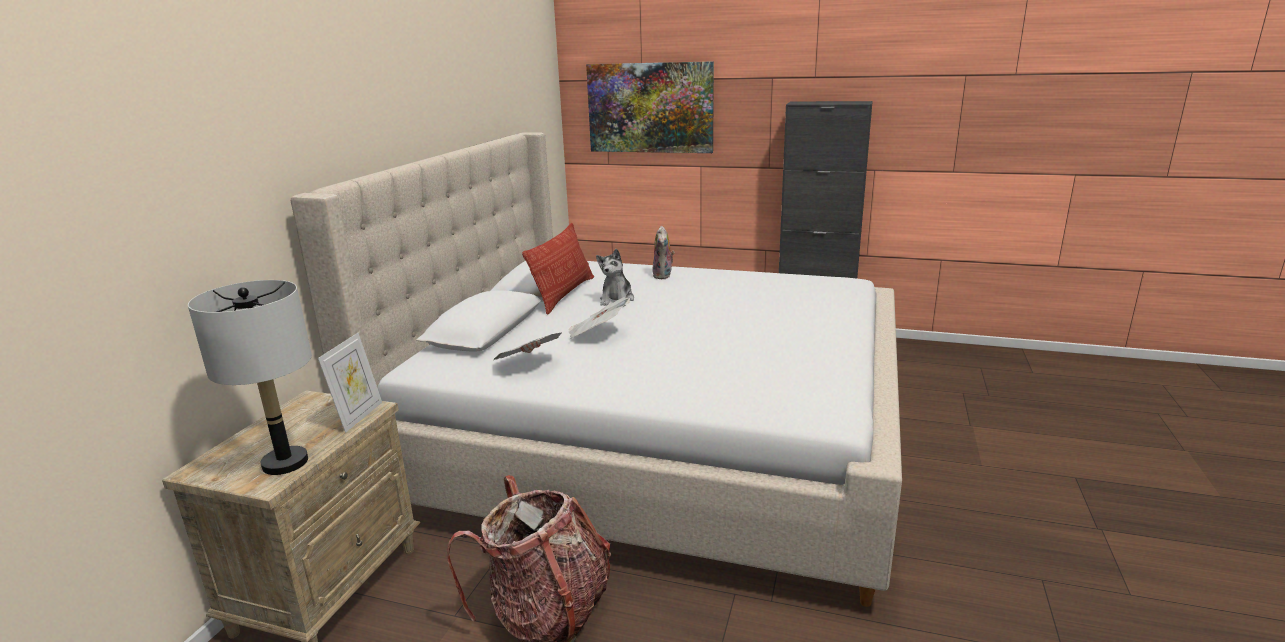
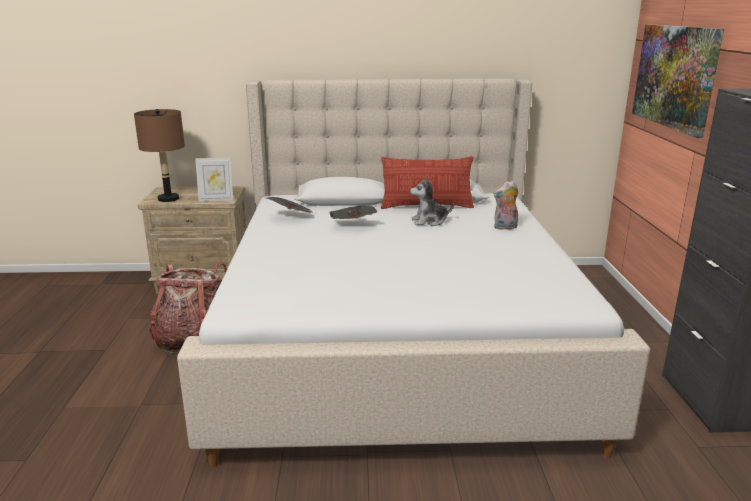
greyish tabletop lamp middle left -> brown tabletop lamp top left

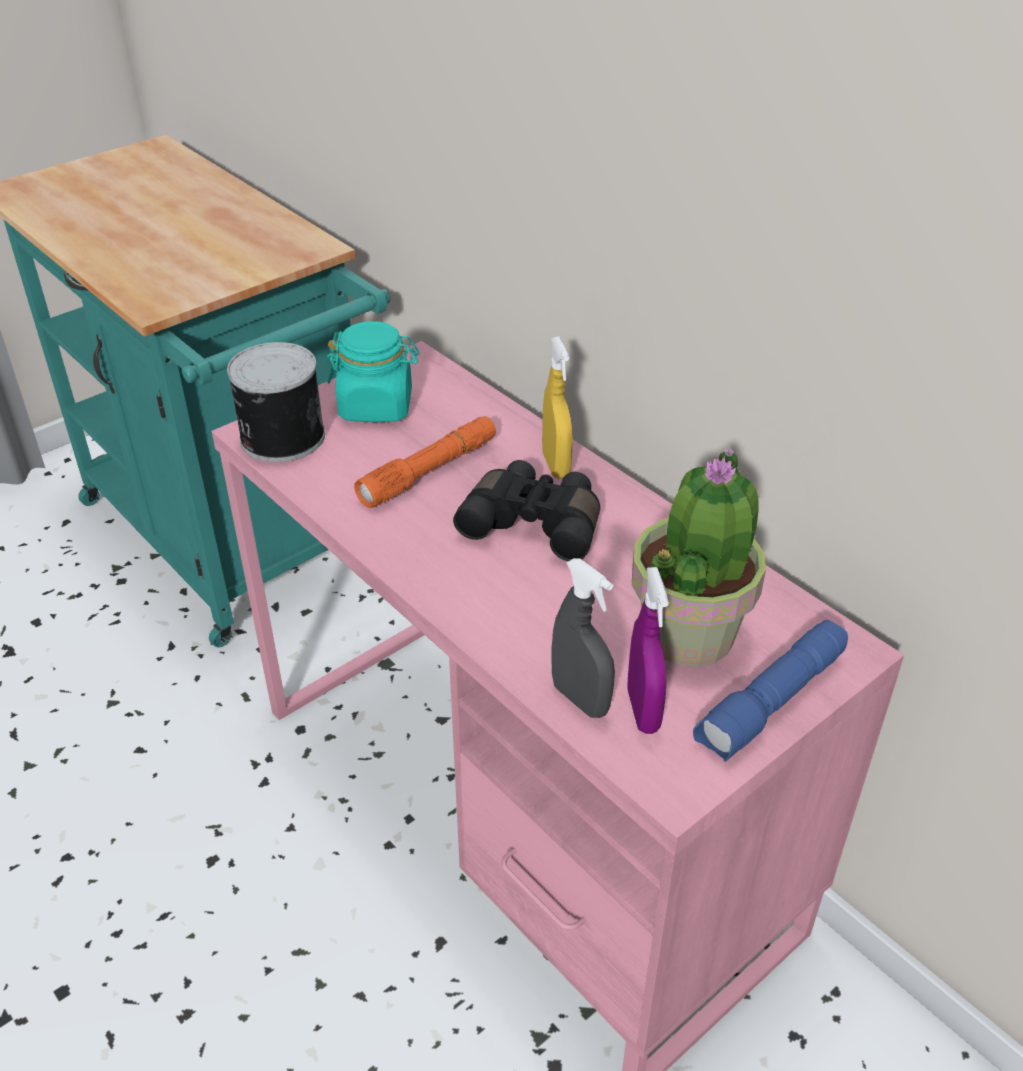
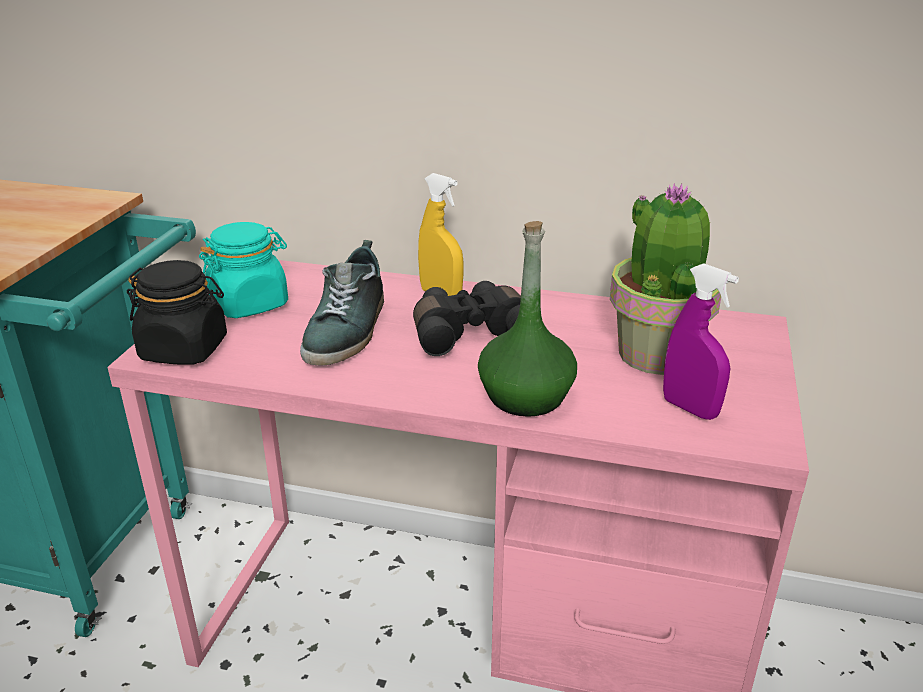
metal can middle left -> blackish storage jar middle left
orange-coloured hand torch centre -> shoe centre
none -> green bottle centre
greyish spray bottle centre -> none
blue-coloured hand torch middle right -> none

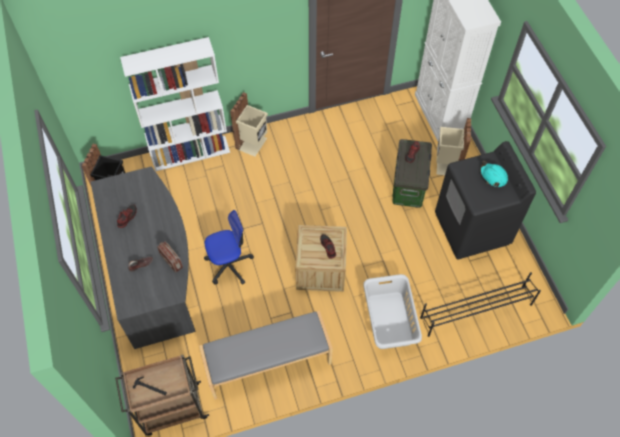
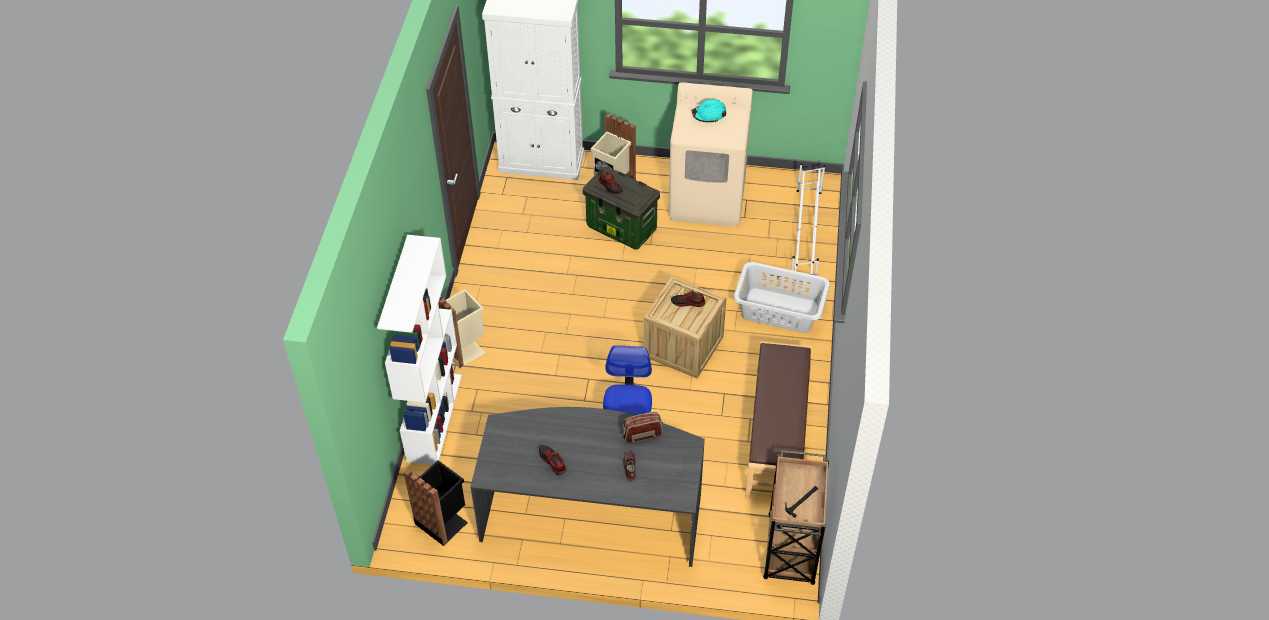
blackish laundry appliance middle right -> beige laundry appliance top centre
greyish long seat bottom centre -> brown long seat bottom centre
blackish shoe rack bottom right -> whitish shoe rack centre

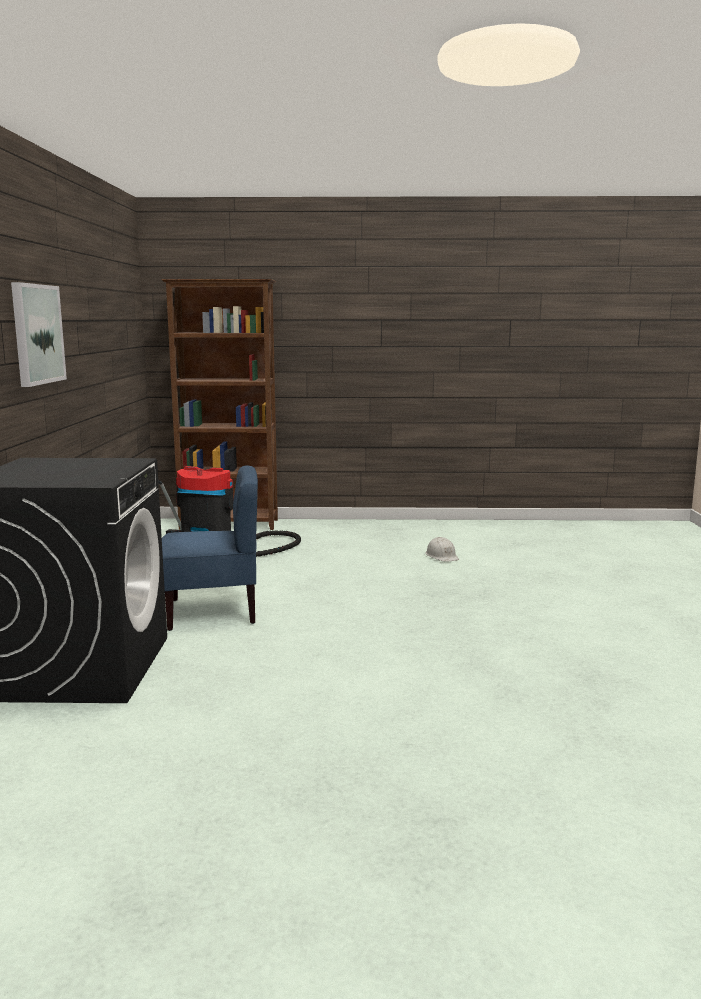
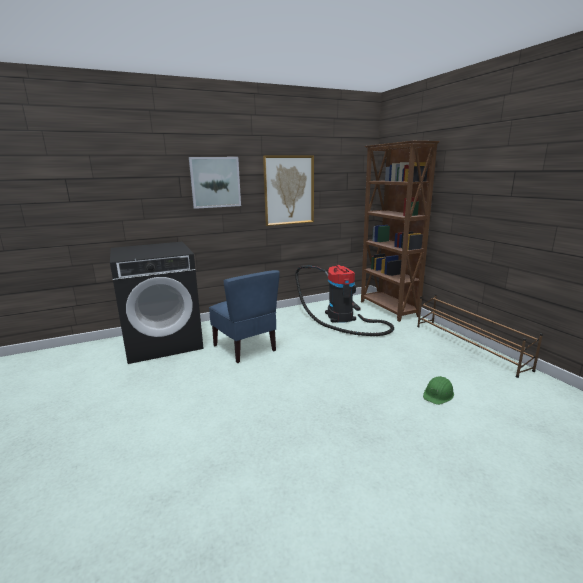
none -> picture (no. 2 from left) top centre
none -> brown shoe rack middle right
whitish hard hat centre -> green hard hat bottom right

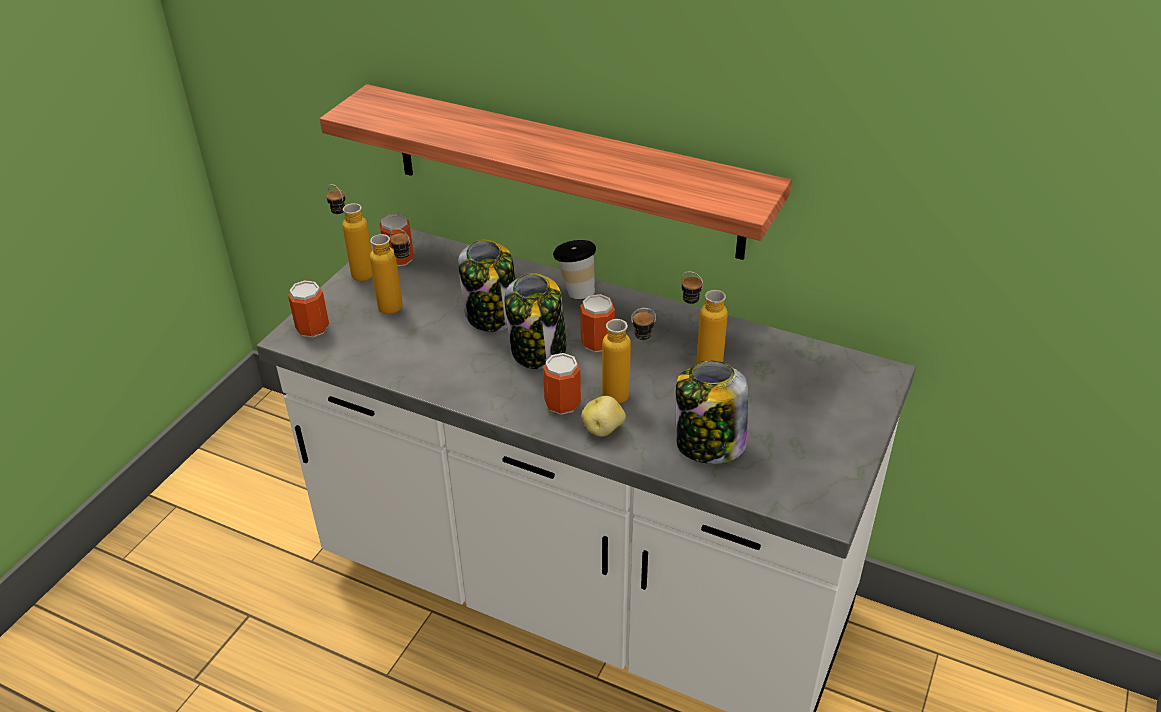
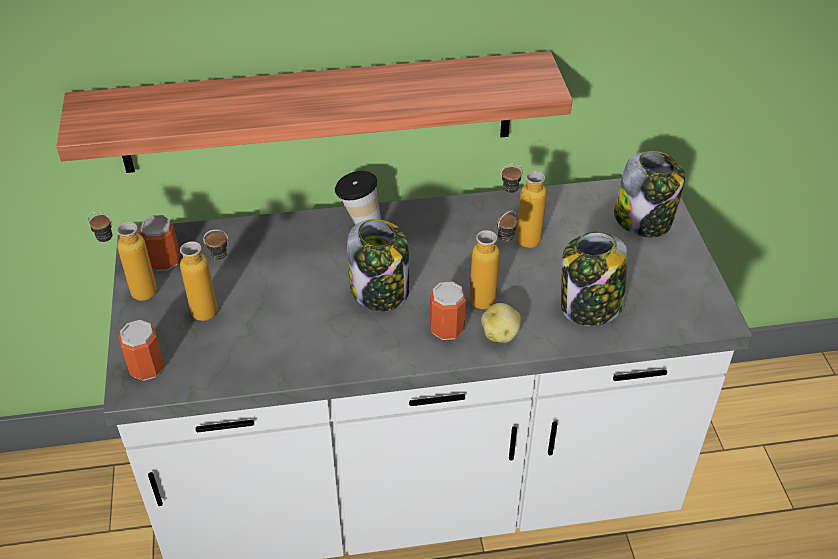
storage jar (no. 1 from left in the first image) centre -> storage jar (no. 3 from left) middle right, shifted
metal can (no. 4 from left) centre -> none

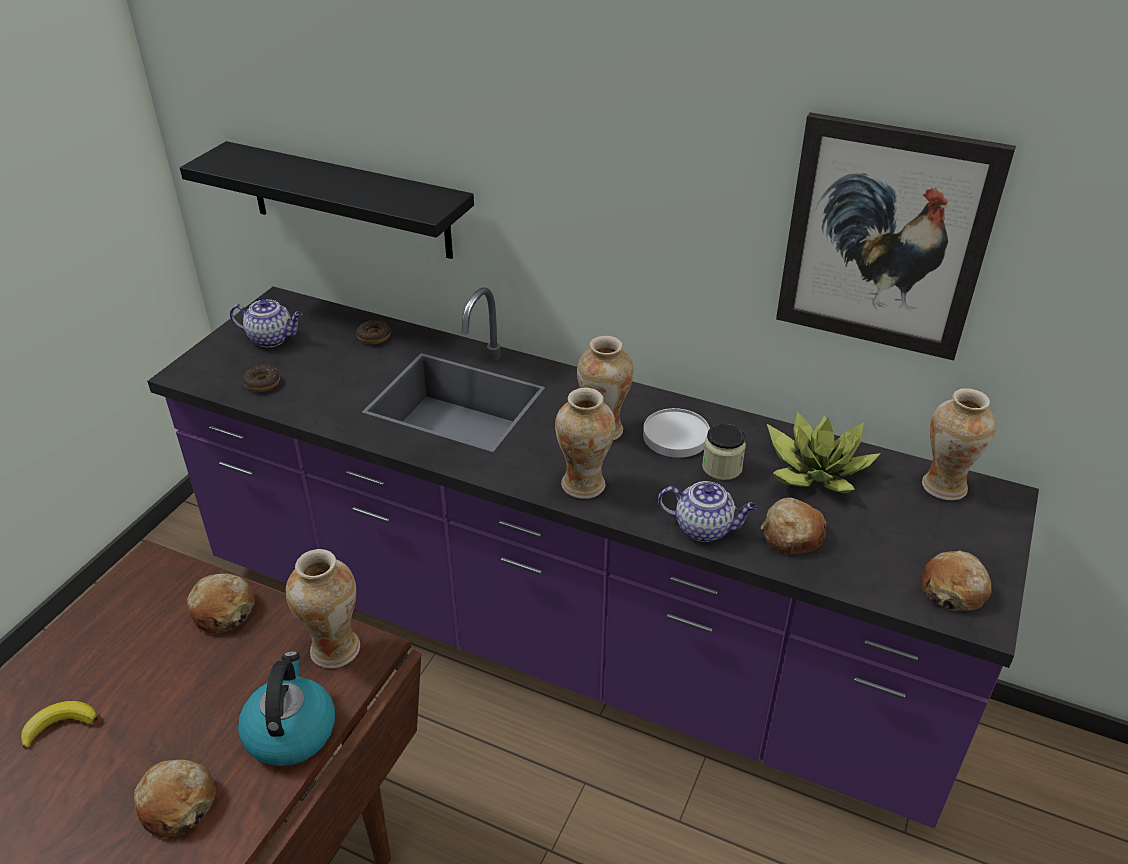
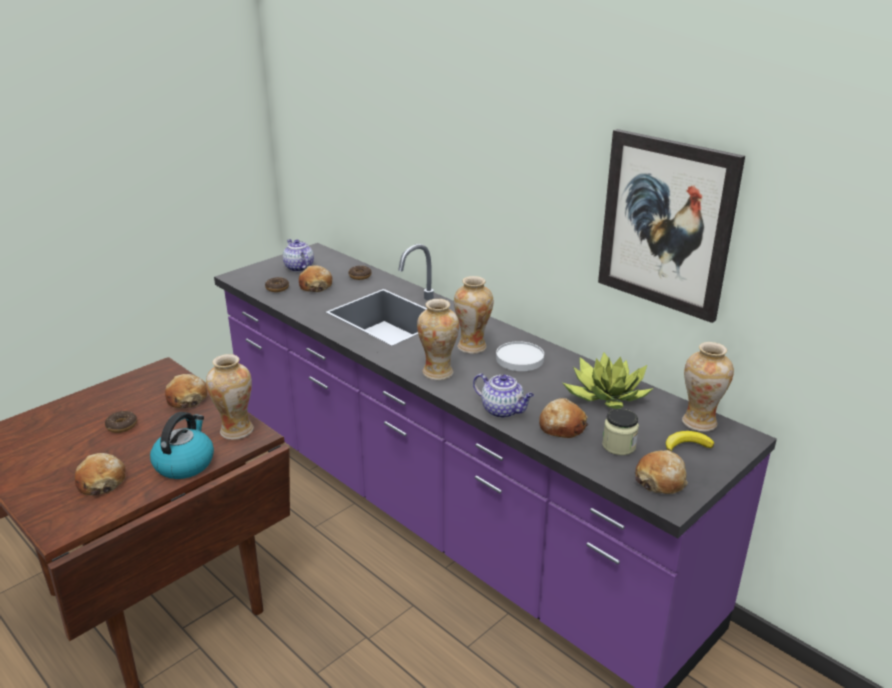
none -> ring doughnut (no. 1 from left) middle left
pot for tea (no. 1 from left) middle left -> pot for tea (no. 1 from left) centre, 150 degrees counterclockwise
none -> bread (no. 3 from left) centre
storage jar centre -> storage jar middle right, shifted
banana fruit bottom left -> banana fruit middle right, shifted
blackish shelf top left -> none

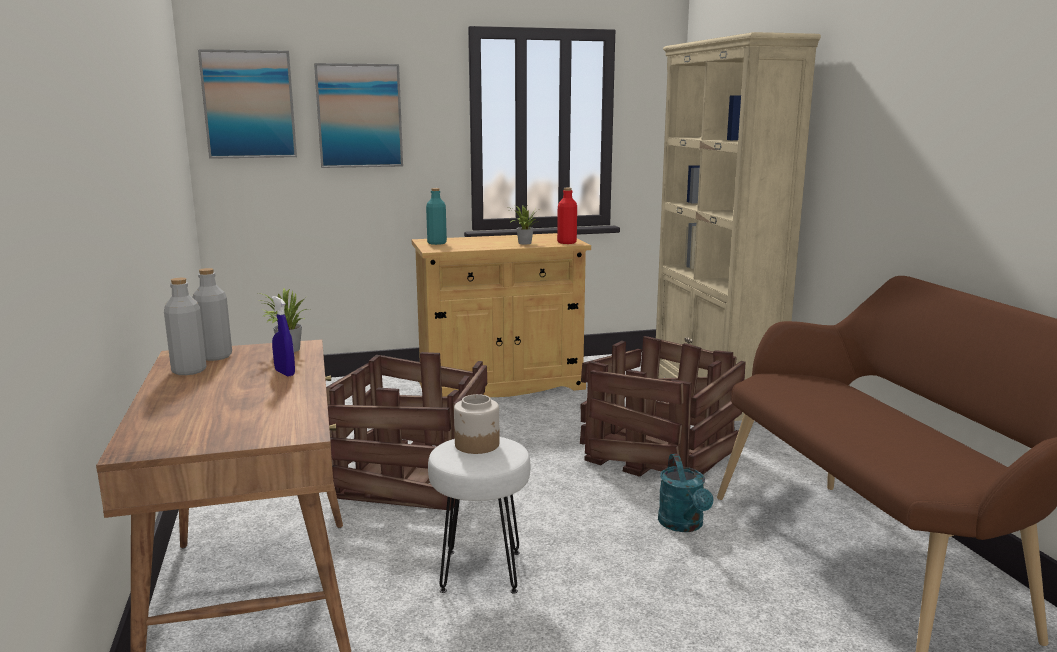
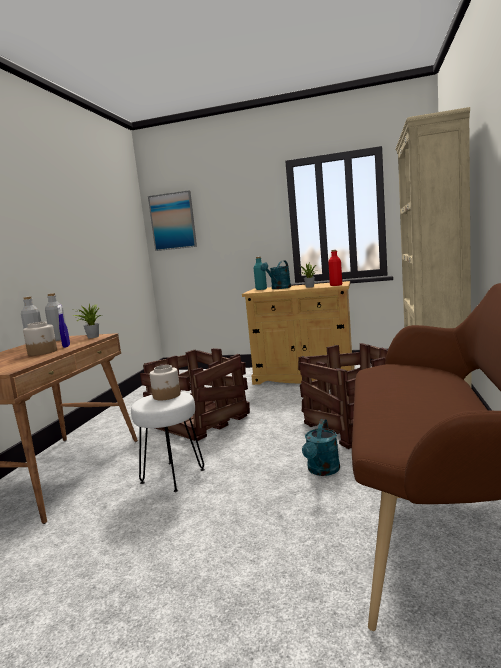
none -> storage jar (no. 1 from left) middle left
none -> turquoise sprinkling can (no. 1 from left) centre
picture (no. 2 from left) top centre -> none

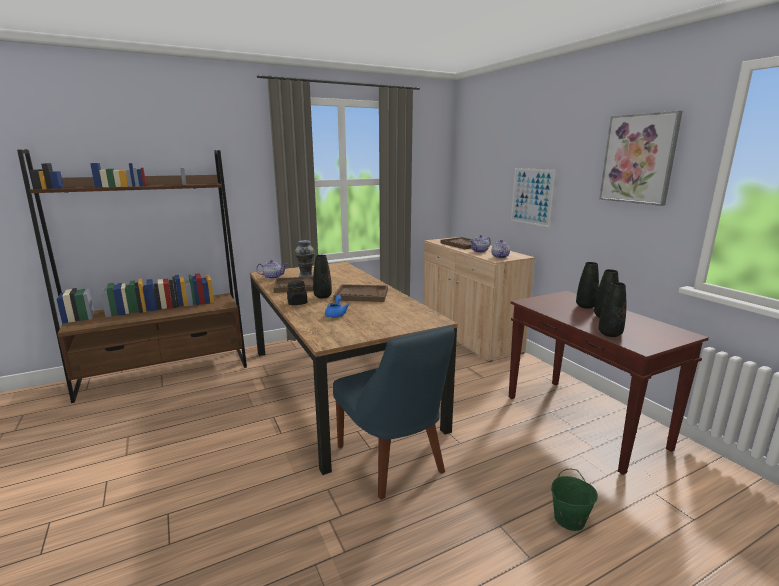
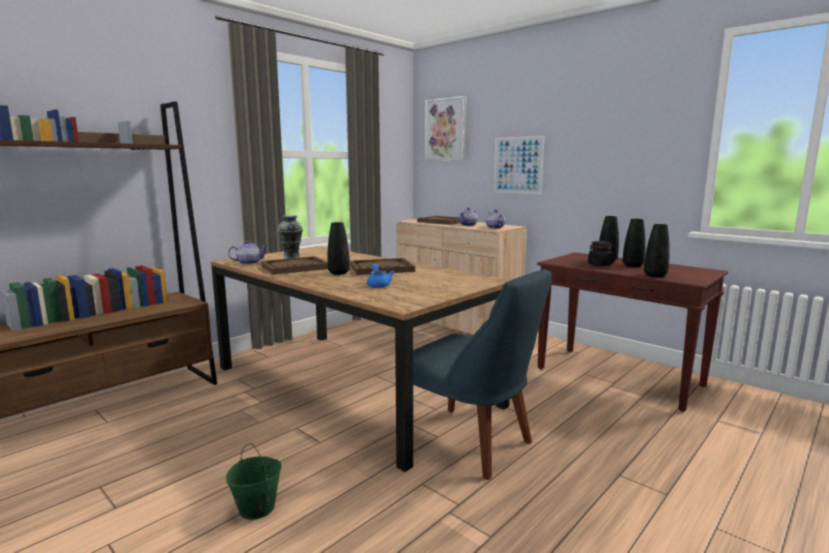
green water bucket bottom right -> green water bucket bottom left, shifted
picture (no. 2 from left in the first image) top right -> picture (no. 1 from left) top centre, shifted
blackish storage jar centre -> blackish storage jar middle right, shifted

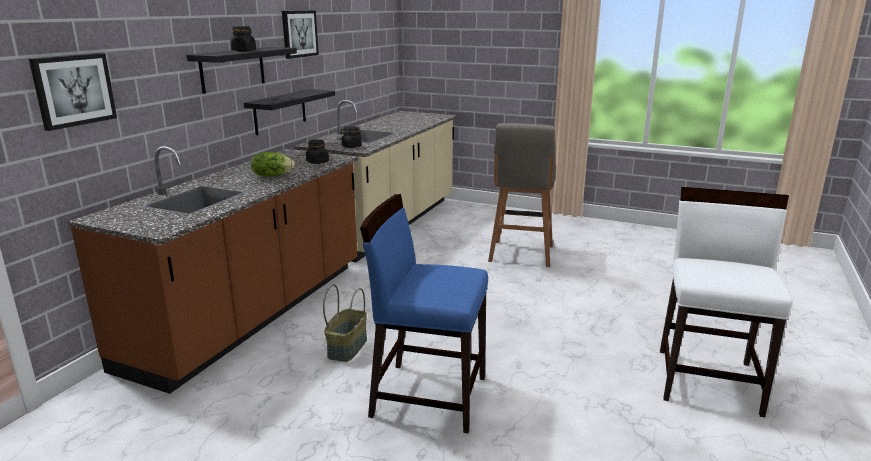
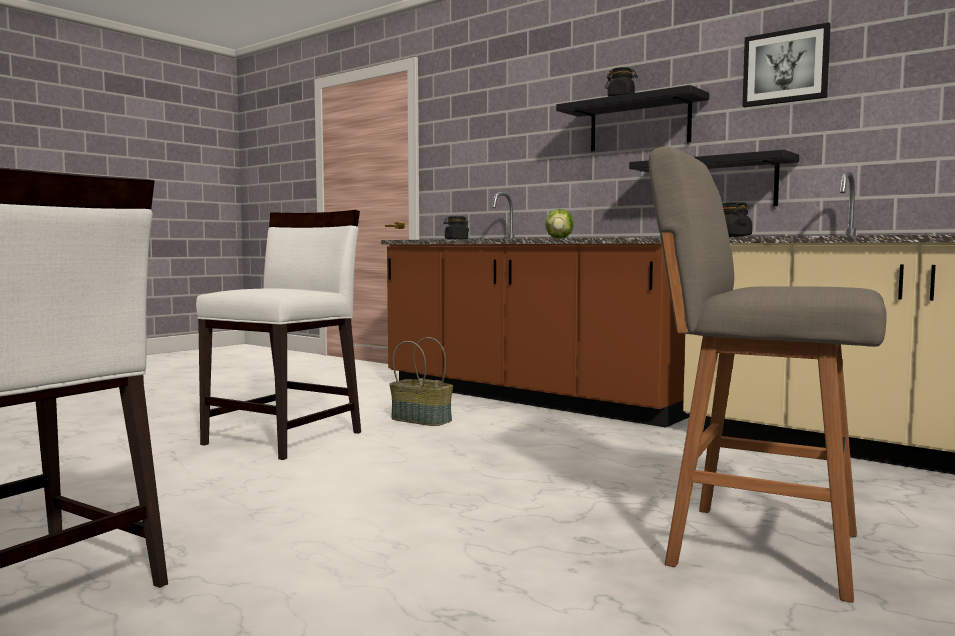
blue-coloured chair bottom centre -> whitish chair (no. 2 from left) middle left
blackish storage jar (no. 2 from left in the first image) top centre -> blackish storage jar (no. 1 from left) centre, shifted
picture (no. 1 from left) top left -> none

